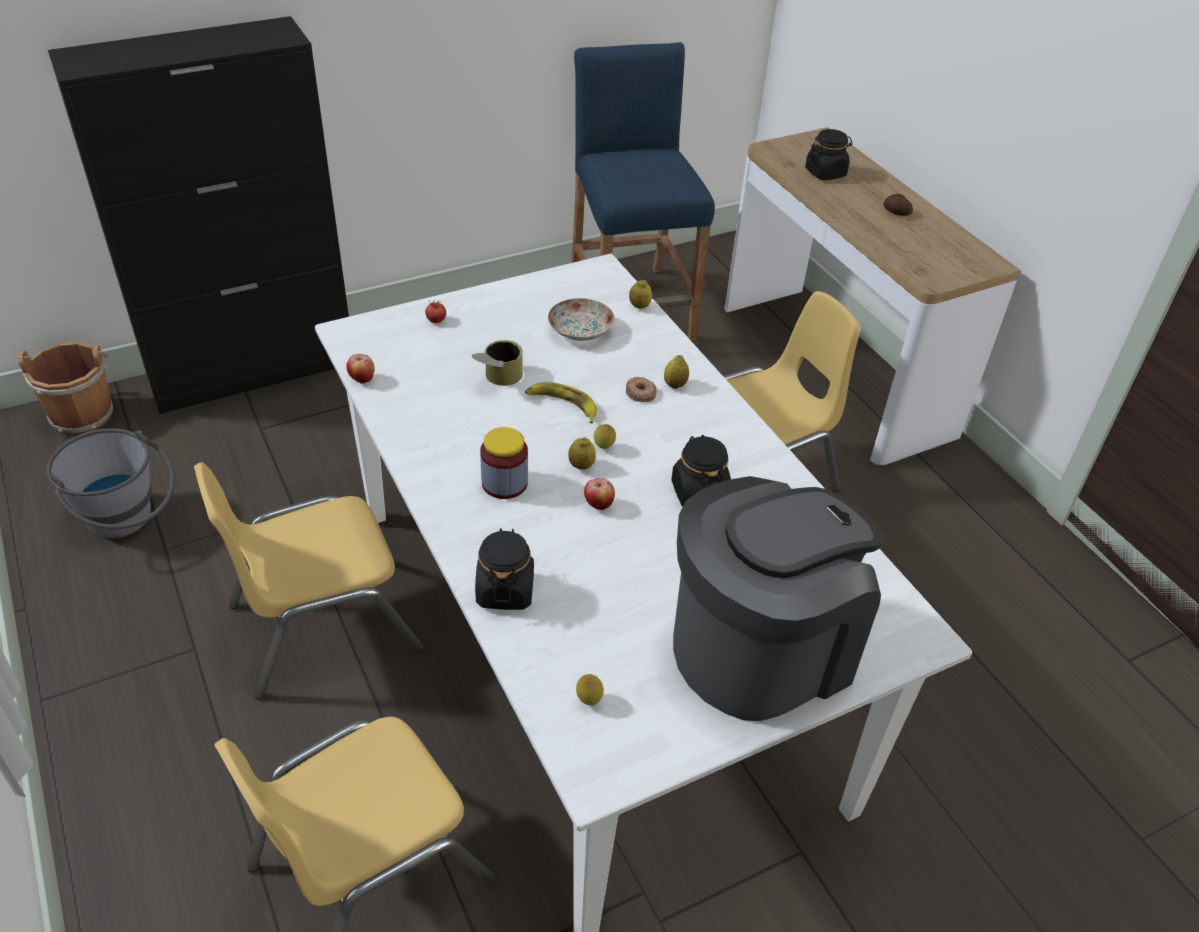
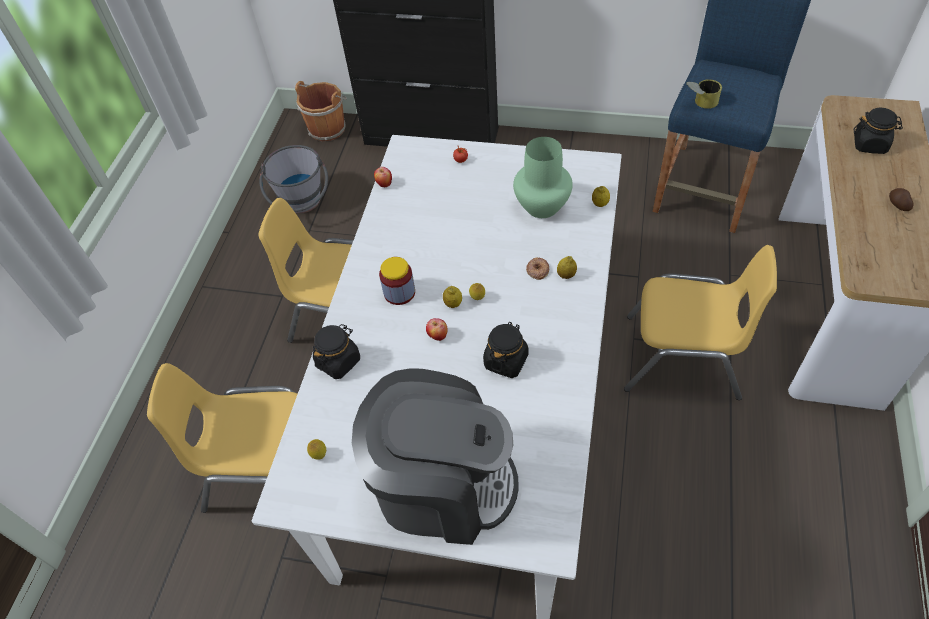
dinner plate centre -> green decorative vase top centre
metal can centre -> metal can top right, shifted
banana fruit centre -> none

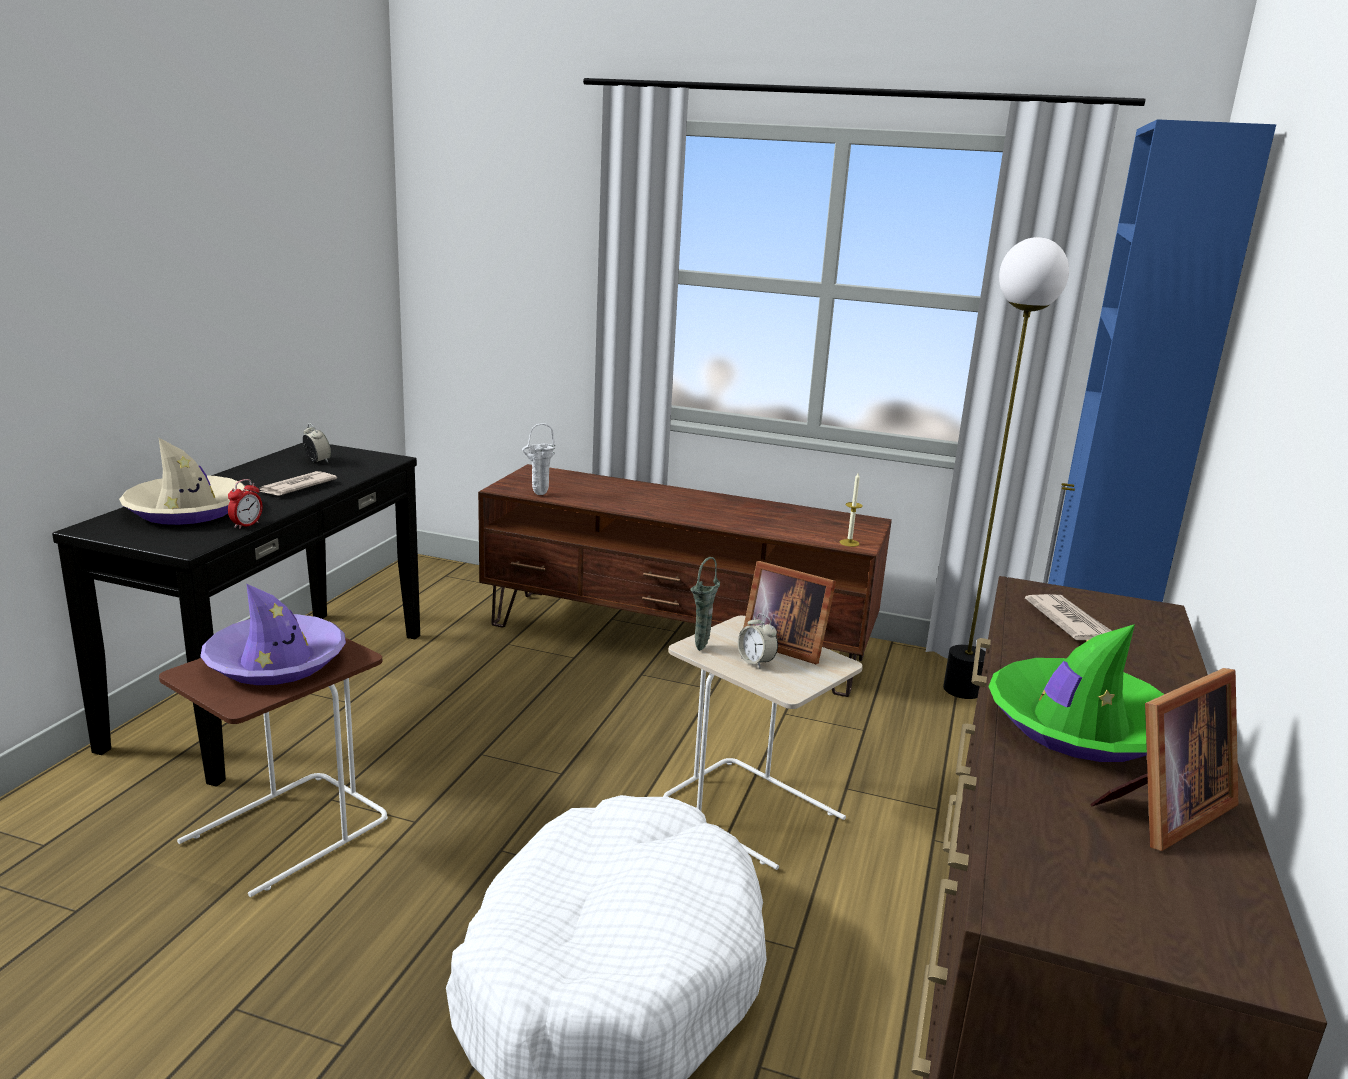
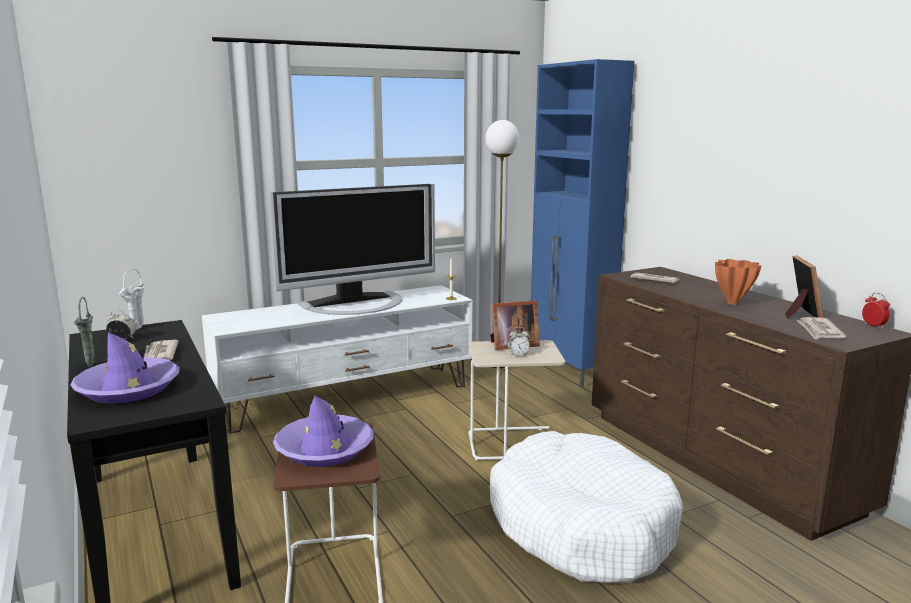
beige wearable hat middle left -> purple-coloured wearable hat (no. 1 from left) middle left
green decorative vase centre -> green decorative vase middle left, shifted
whitish decorative vase centre -> whitish decorative vase middle left, shifted
brown tv stand centre -> whitish tv stand centre
none -> TV set centre
green wearable hat middle right -> orange-coloured decorative vase middle right
none -> daily paper (no. 3 from left) middle right
table clock (no. 1 from left in the first image) middle left -> table clock (no. 3 from left) middle right, shifted

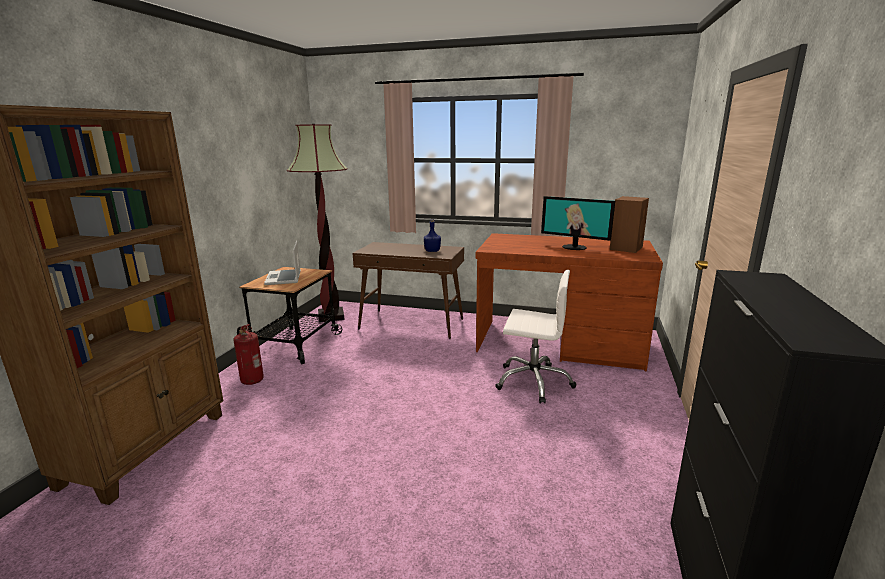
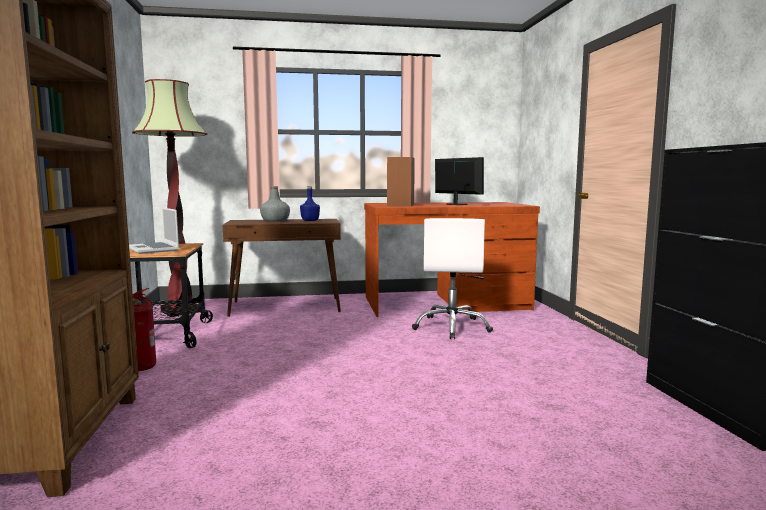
none -> greyish bottle centre
brown speaker middle right -> brown speaker centre, shifted
whitish desk chair centre, 105 degrees clockwise
computer screen centre, 135 degrees counterclockwise

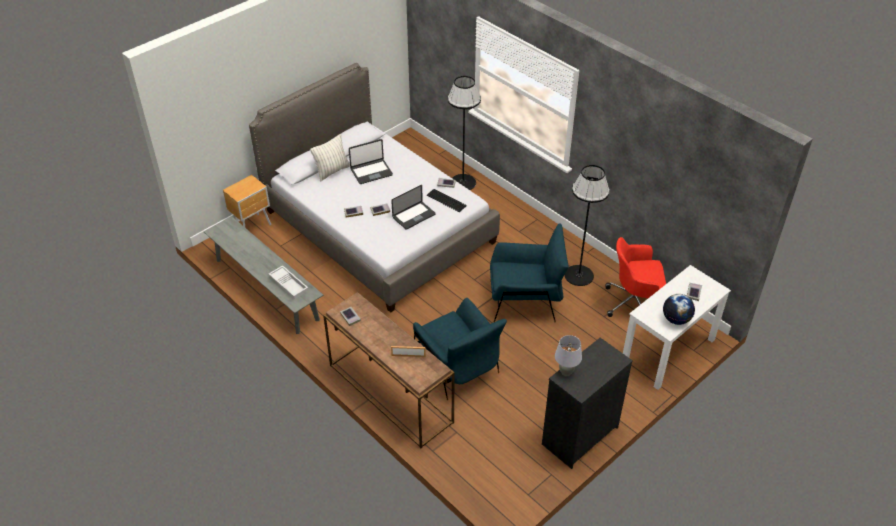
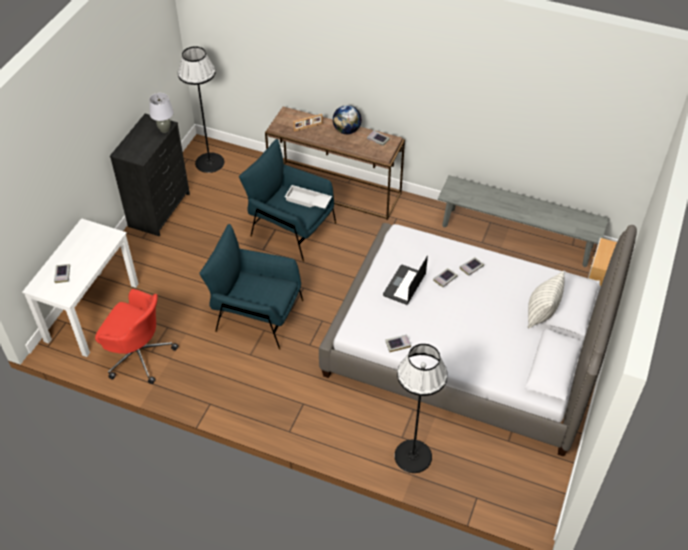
red desk chair middle right -> red desk chair middle left, 45 degrees clockwise
blackish standing lamp (no. 2 from left in the first image) centre -> blackish standing lamp (no. 1 from left) top left, shifted
blue-coloured easy chair (no. 2 from left in the first image) centre -> blue-coloured easy chair (no. 1 from left) centre, 45 degrees clockwise
whitish tray middle left -> whitish tray centre, shifted
world globe middle right -> world globe top centre, shifted
notebook computer (no. 1 from left) top centre -> none
keyboard centre -> none

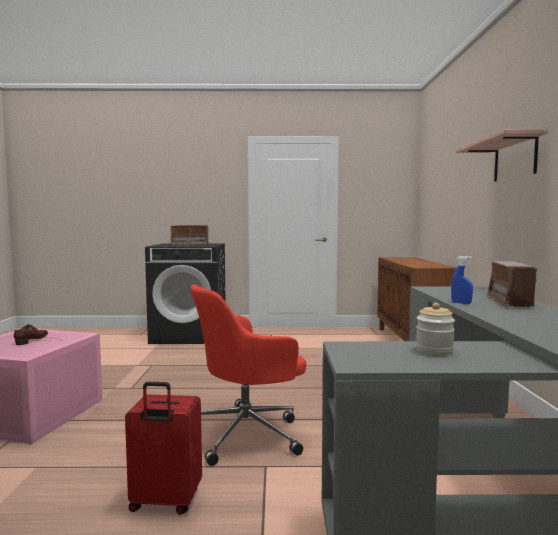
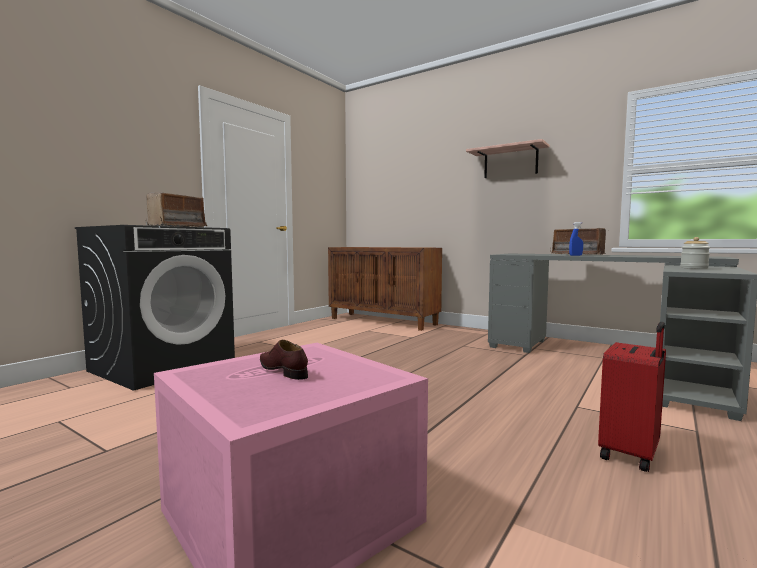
red desk chair bottom centre -> none

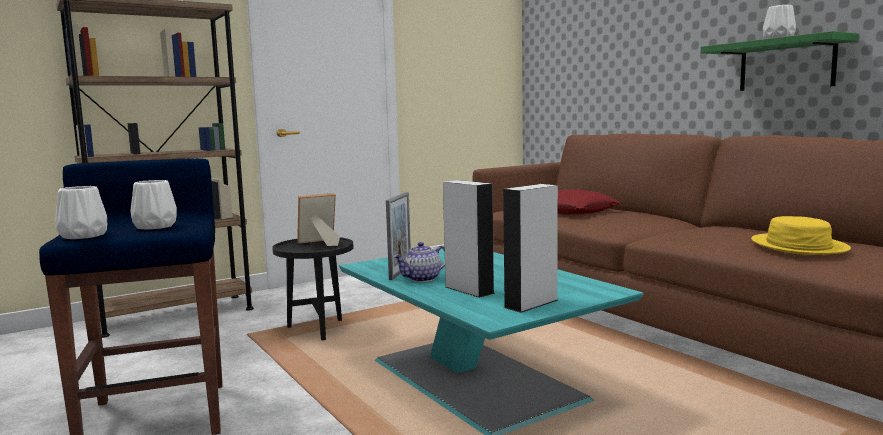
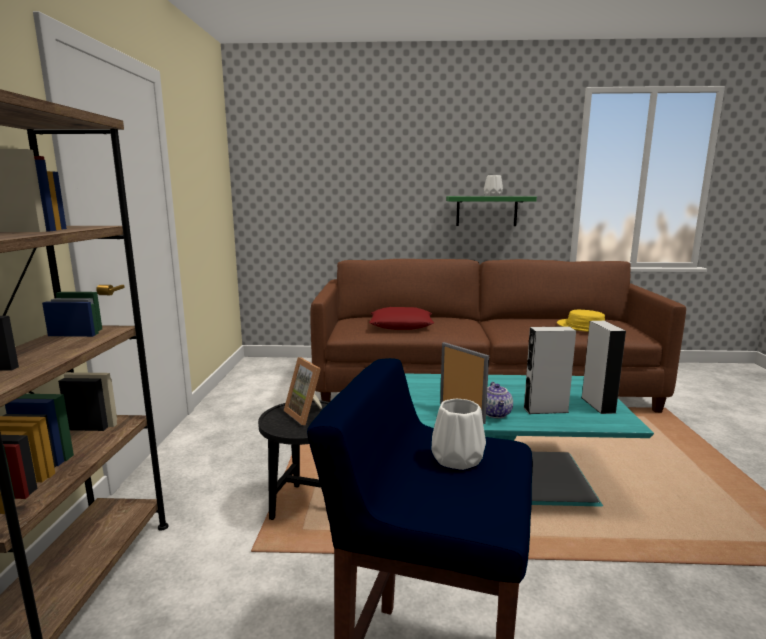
picture frame (no. 1 from left) centre, 45 degrees counterclockwise
whitish decorative vase (no. 1 from left) middle left -> none

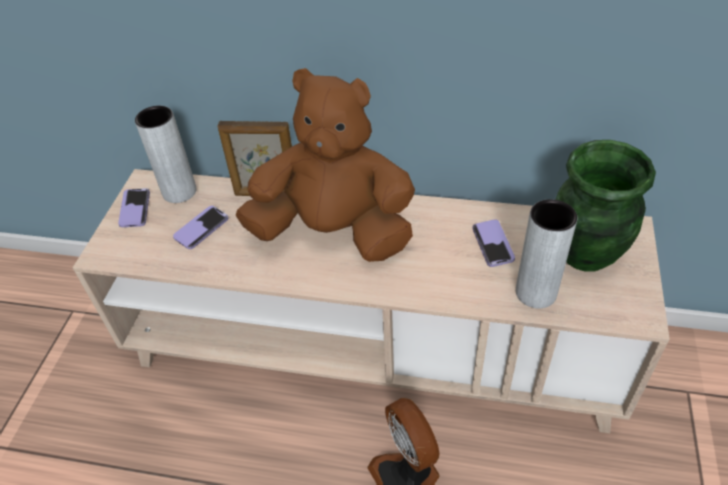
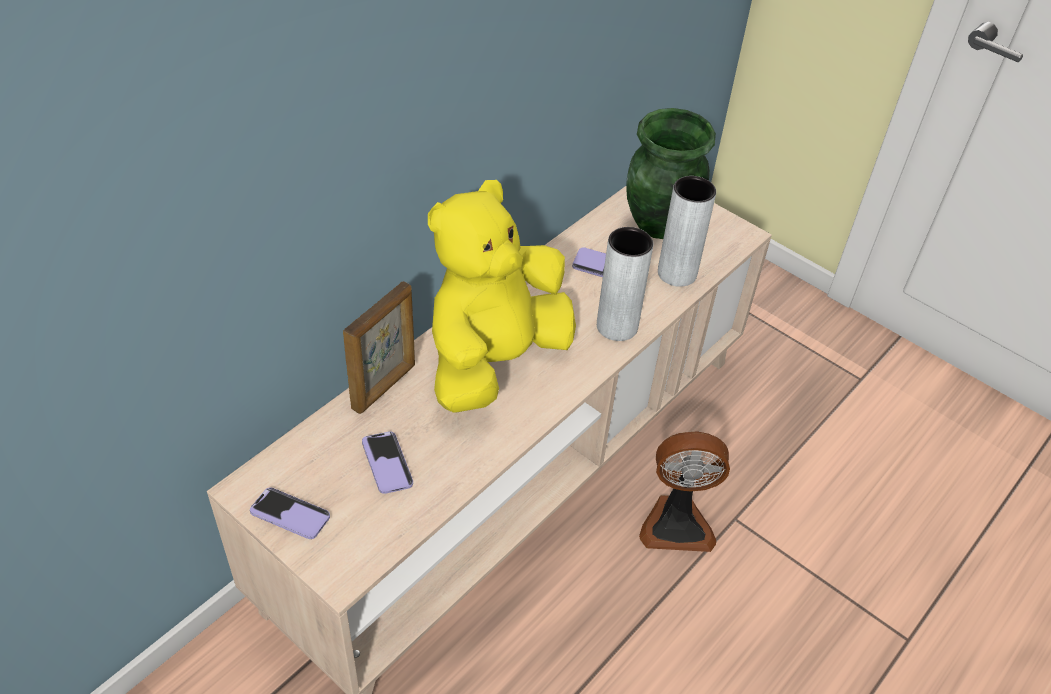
brown cuddly toy centre -> yellow cuddly toy centre
greyish decorative vase (no. 1 from left) top left -> greyish decorative vase (no. 1 from left) centre, shifted

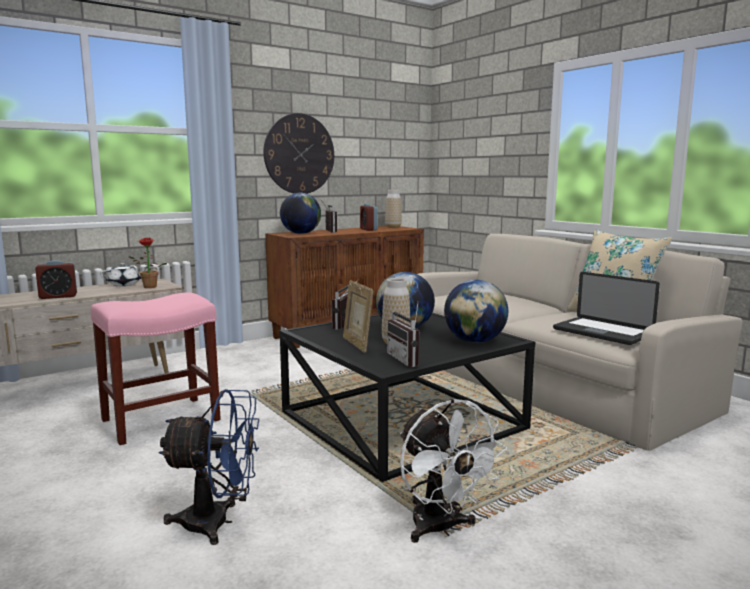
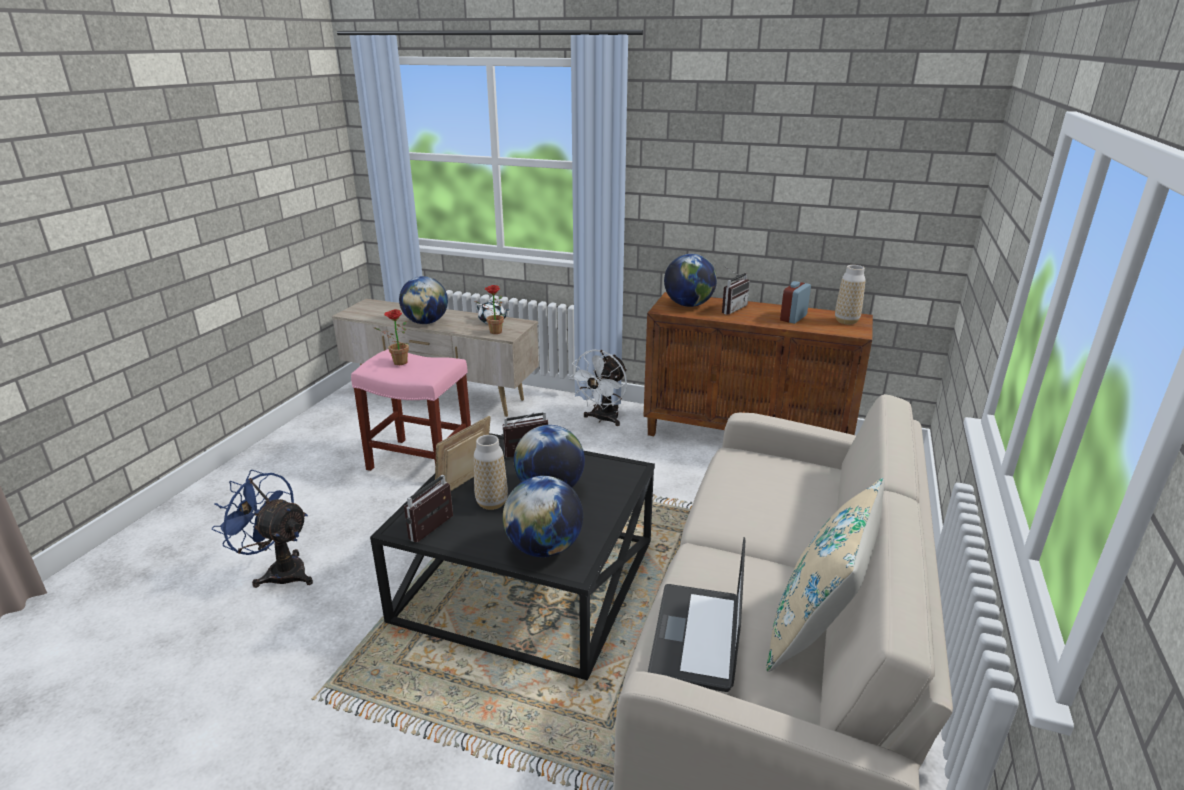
blue-coloured fan bottom left, 150 degrees clockwise
none -> plant in a pot (no. 1 from left) middle left
table clock (no. 1 from left) middle left -> world globe (no. 1 from left) centre
whitish fan bottom centre -> whitish fan centre, shifted
wall clock top centre -> none

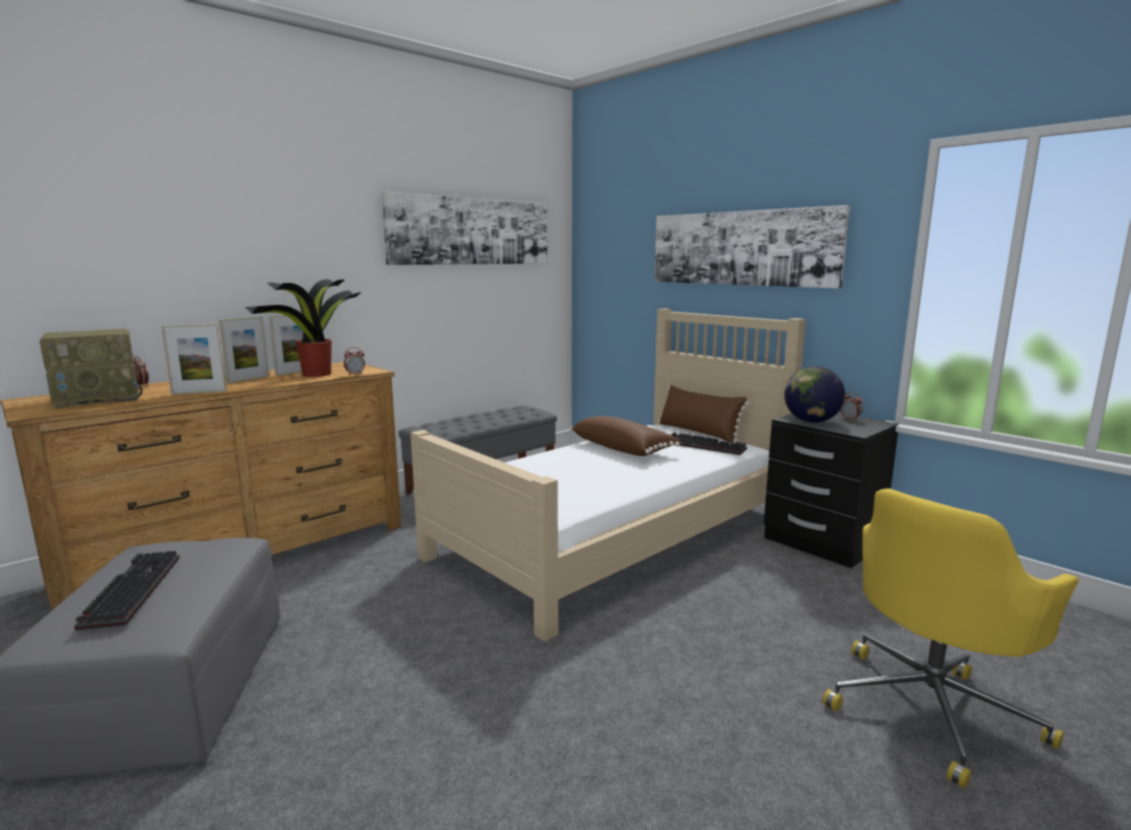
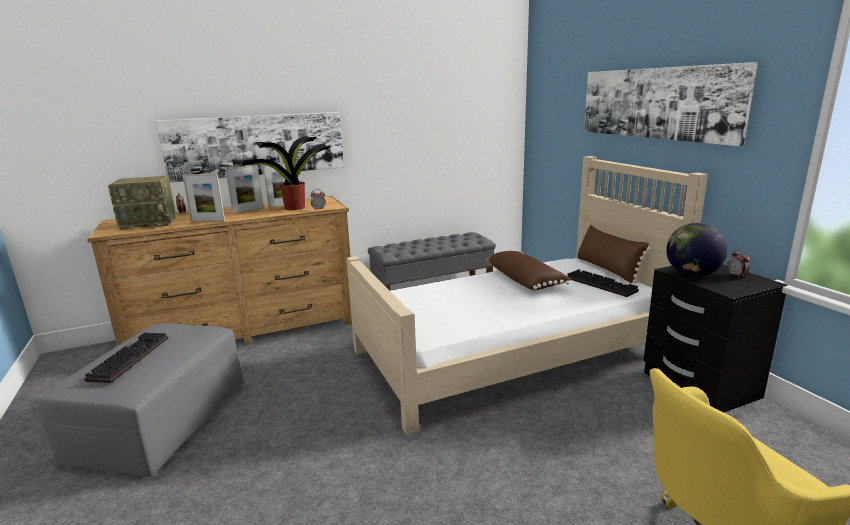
picture (no. 1 from left) top centre -> picture (no. 1 from left) top left, shifted

